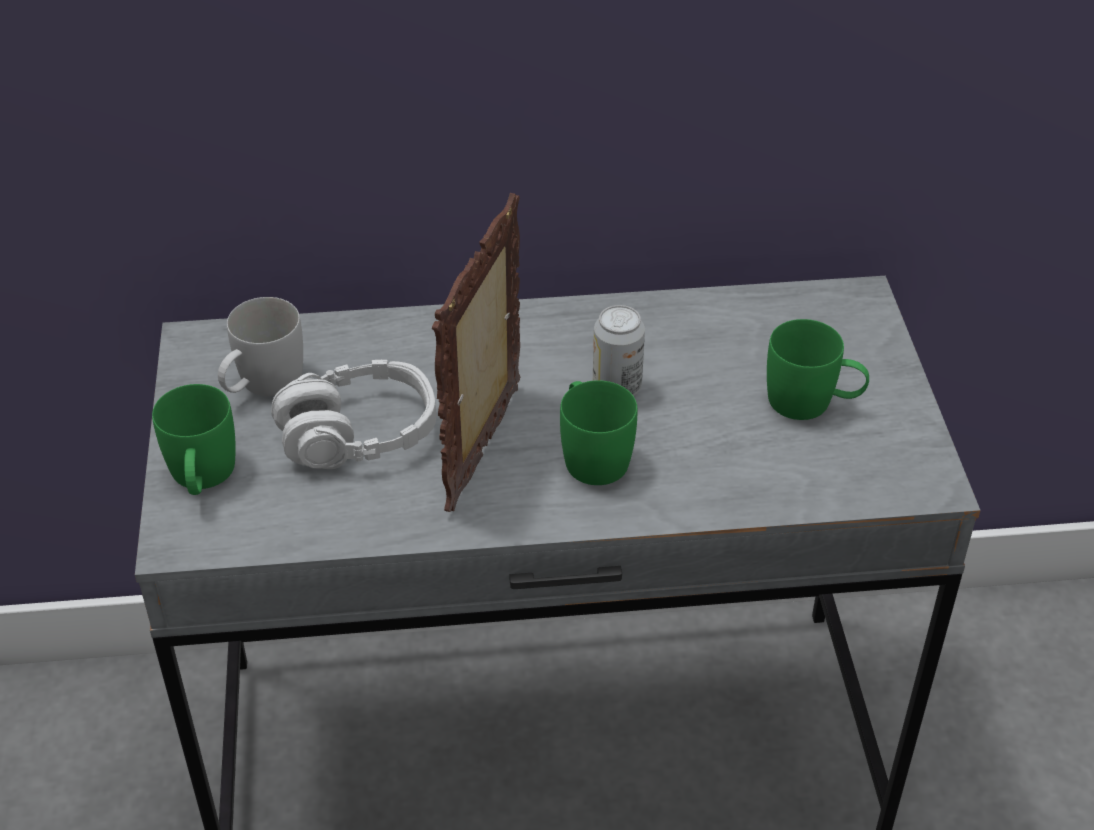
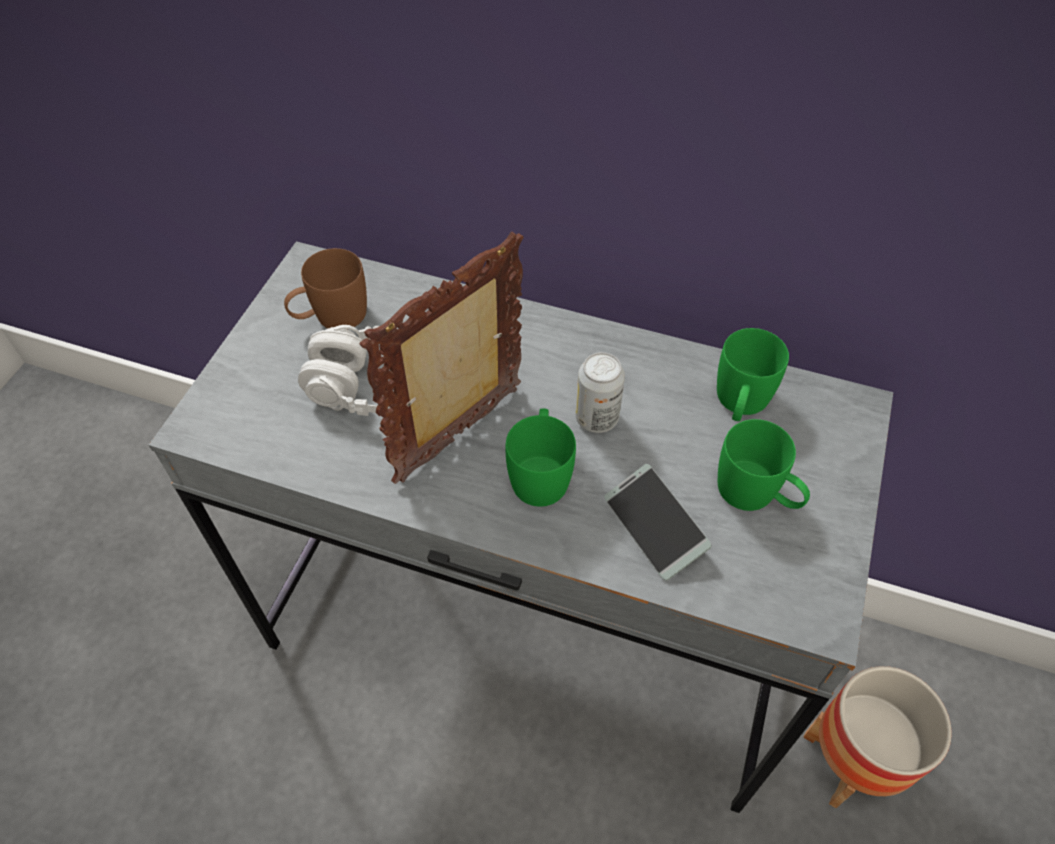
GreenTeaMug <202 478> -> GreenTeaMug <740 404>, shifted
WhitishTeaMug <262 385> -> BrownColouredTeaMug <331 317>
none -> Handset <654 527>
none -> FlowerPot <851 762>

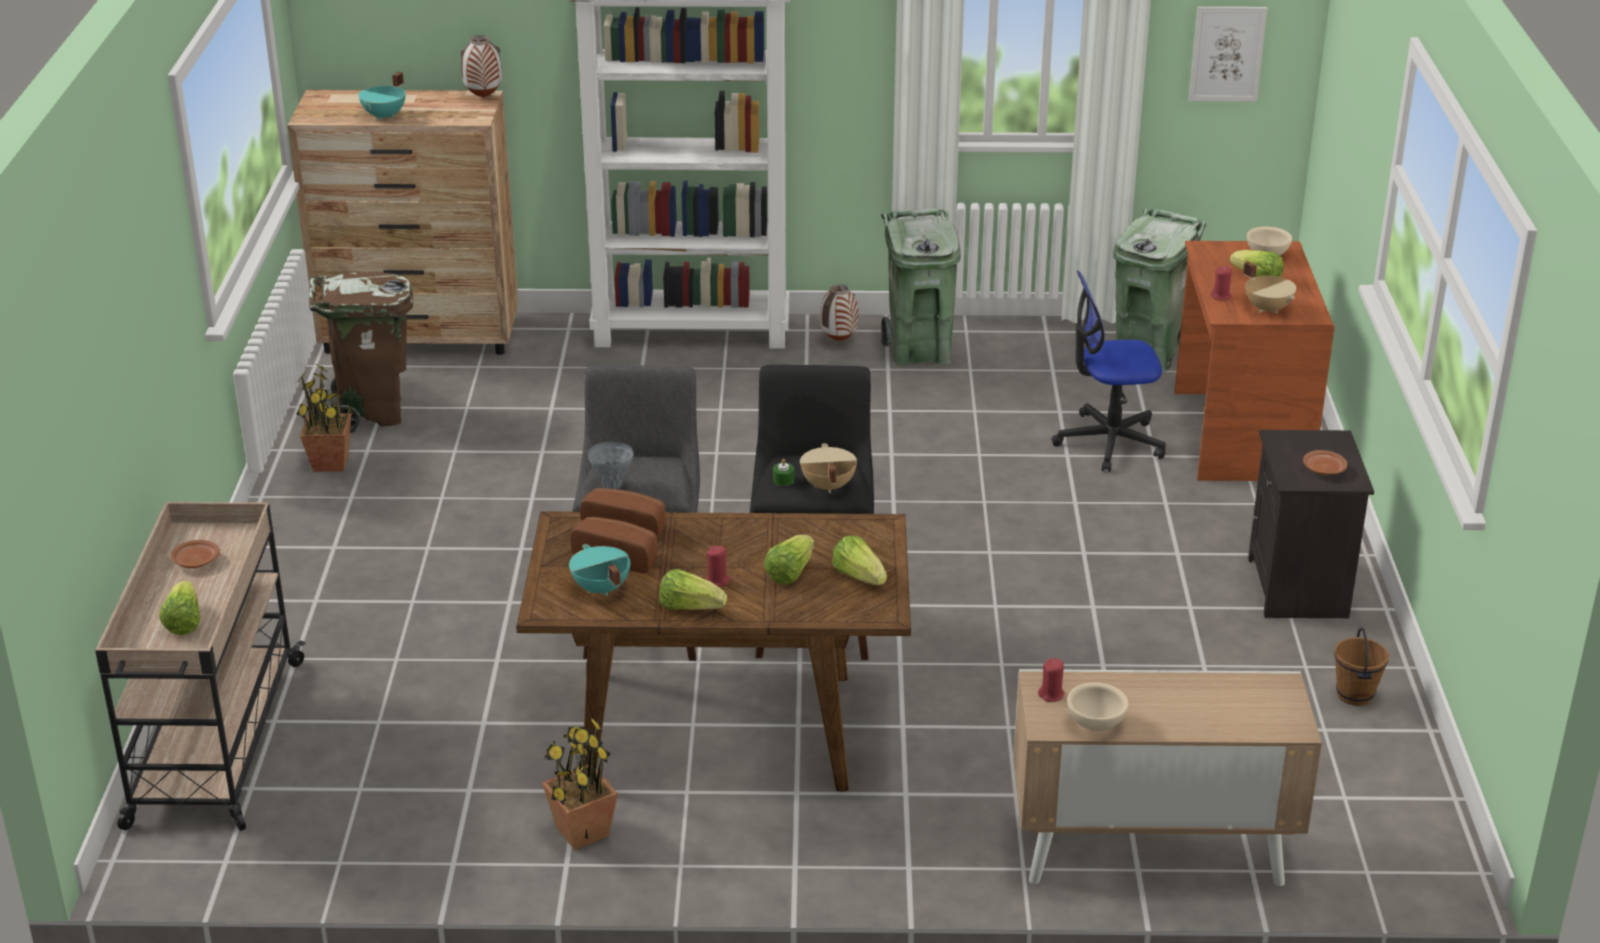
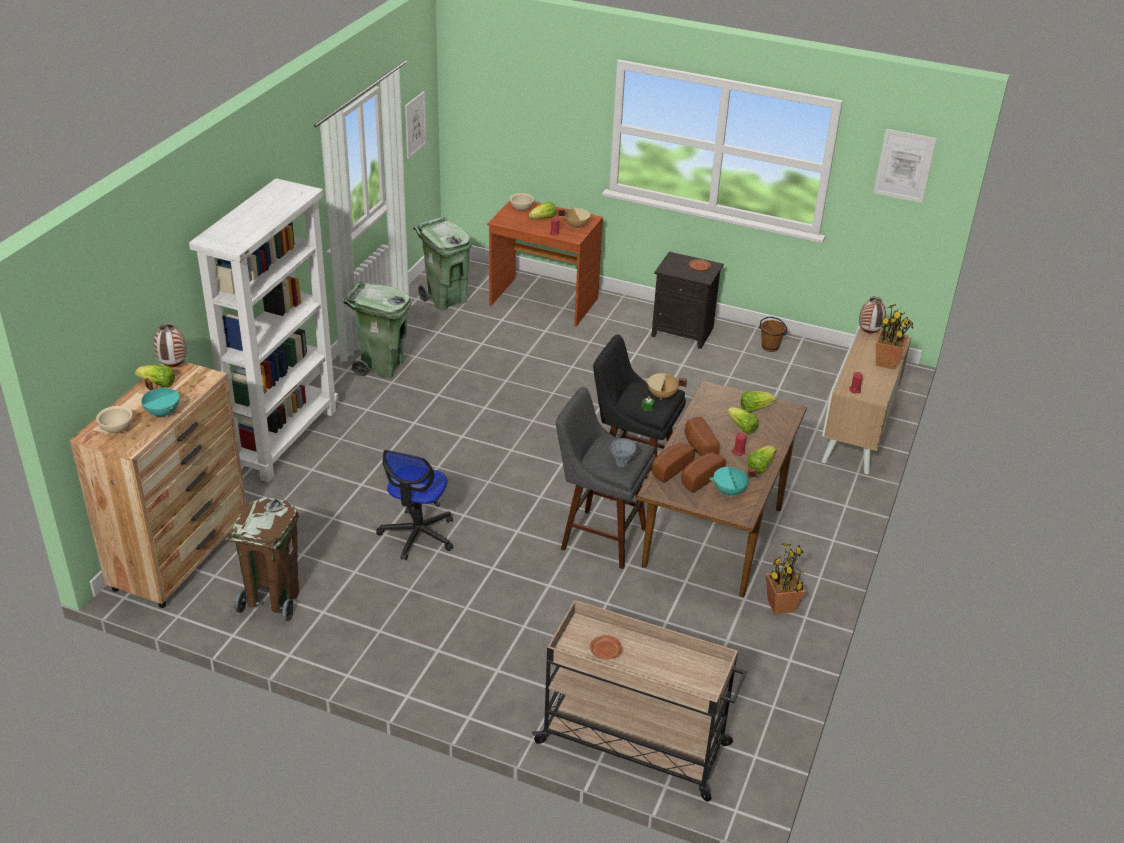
Lettuce <184 622> -> Lettuce <158 384>, shifted
PottedPlant <331 463> -> PottedPlant <886 362>, shifted
FlowerVase <838 340> -> FlowerVase <868 333>, shifted
OfficeChair <1109 442> -> OfficeChair <418 535>, shifted
BeigeDeepDish <1094 724> -> BeigeDeepDish <117 429>, shifted
none -> BakeryBread <698 446>
none -> WallPicture <904 165>

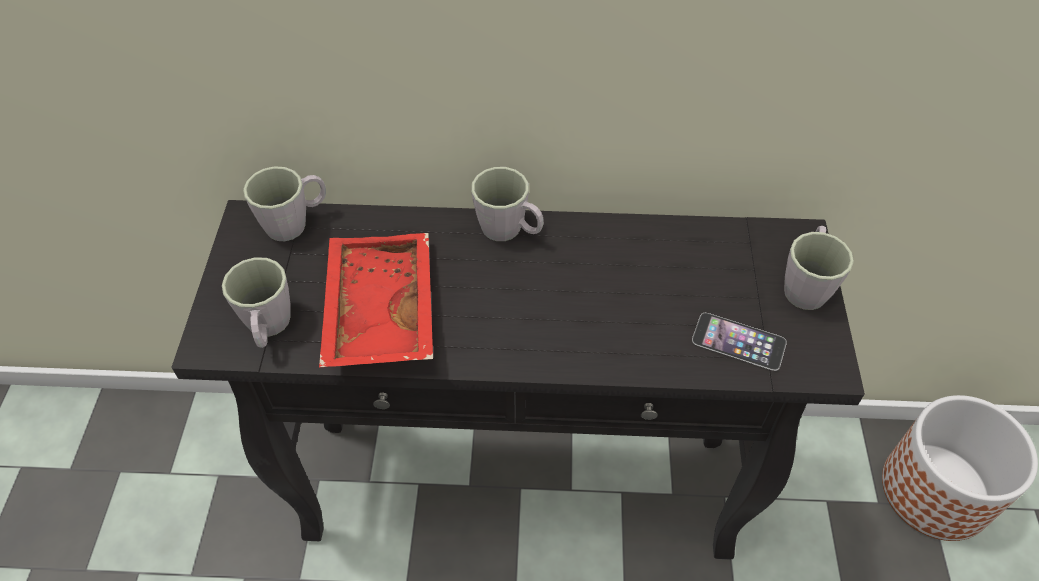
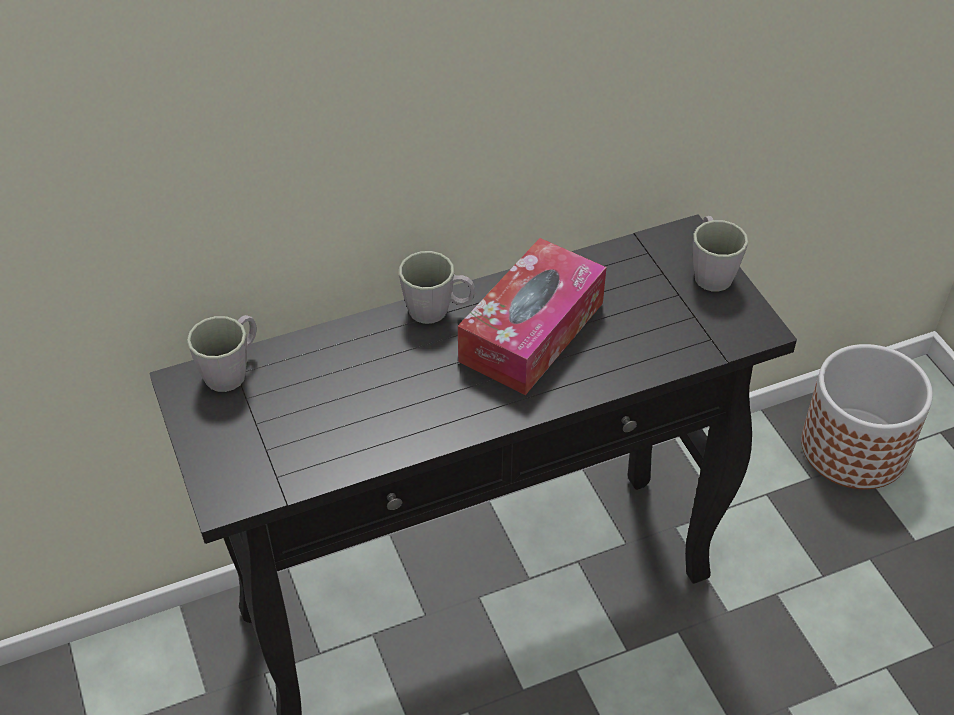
GreyTeaMug <268 328> -> none
ReddishTray <377 311> -> none
Handset <738 341> -> none
none -> TissueHolder <532 332>

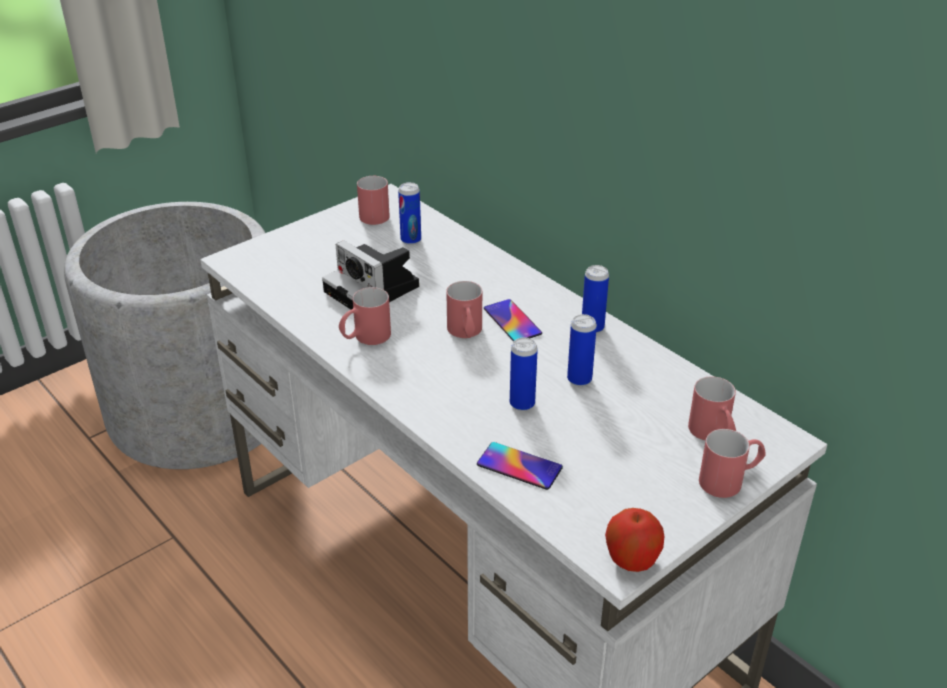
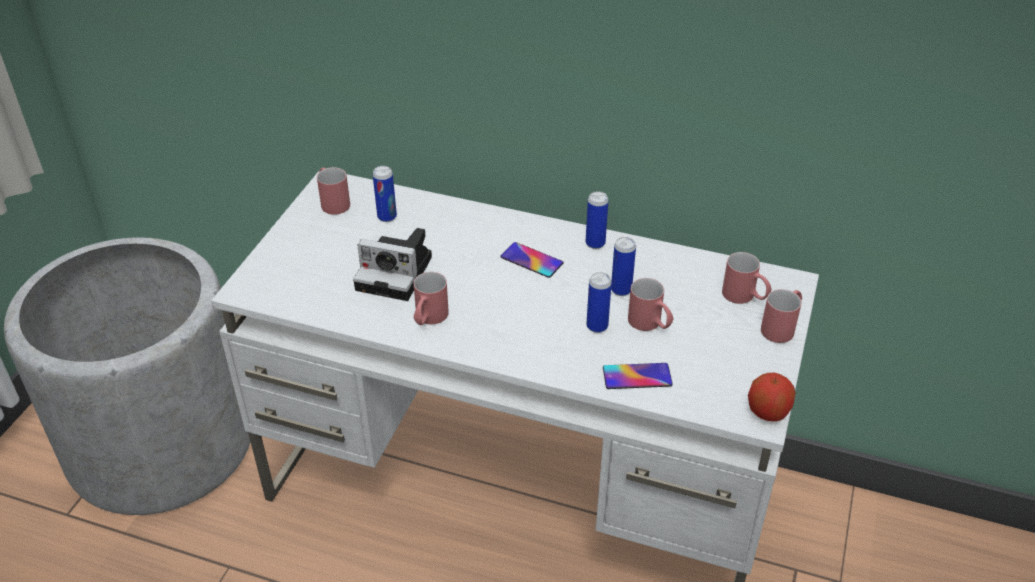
ReddishTeaMug <466 333> -> ReddishTeaMug <650 324>, shifted

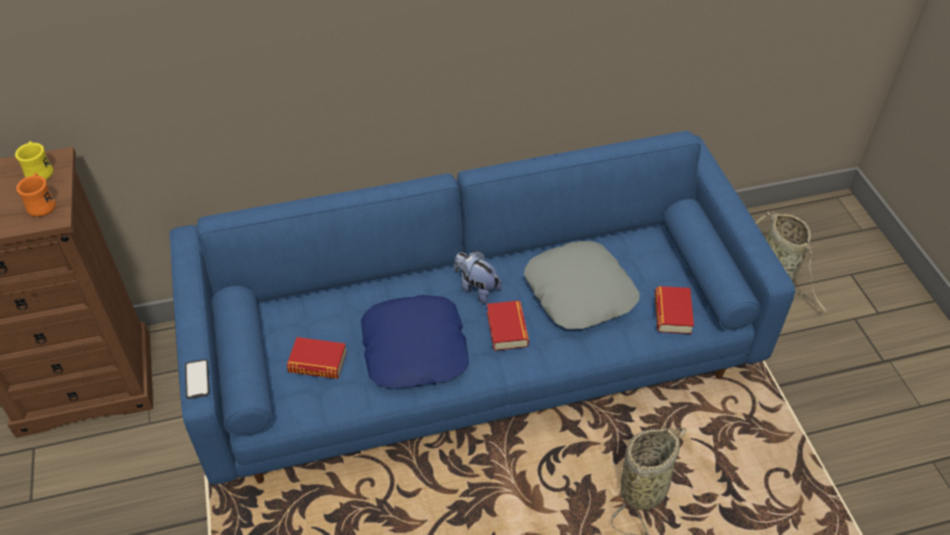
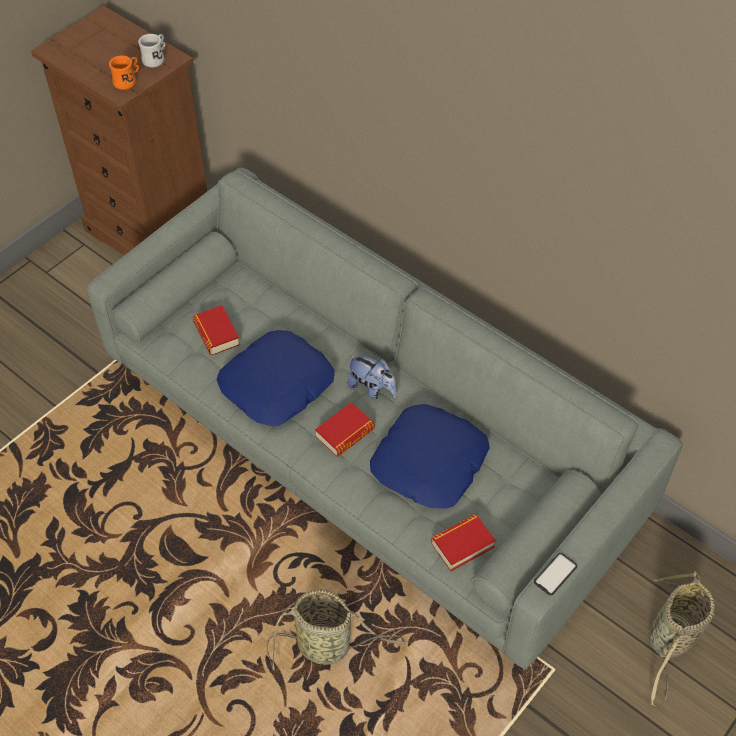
YellowTeaMug <39 171> -> WhitishTeaMug <156 59>
BlueCouch <475 353> -> GreyCouch <368 445>
Handset <197 379> -> Handset <555 574>, shifted
CuddlyToy <476 288> -> CuddlyToy <372 388>, 120 degrees clockwise
GreyThrowPillow <580 292> -> BlueThrowPillow <430 463>

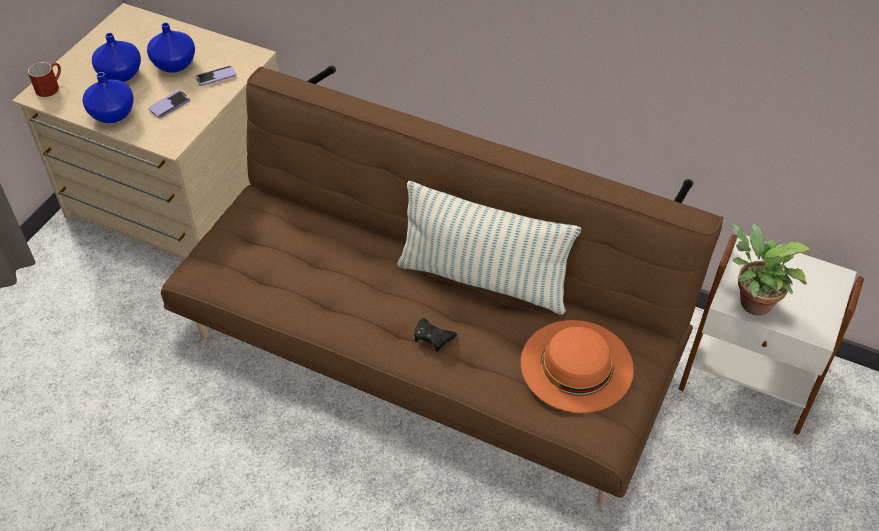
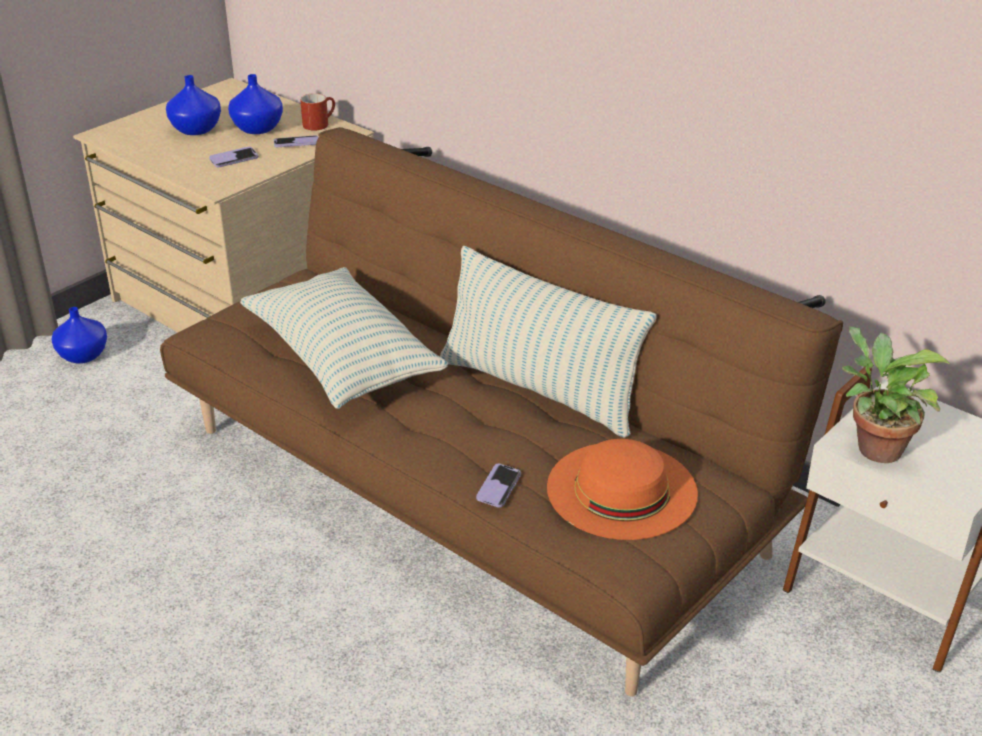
ReddishTeaMug <50 86> -> ReddishTeaMug <319 123>, shifted
BlueFlowerVase <113 113> -> BlueFlowerVase <84 355>, shifted
BlackGamepad <433 337> -> none
none -> ThrowPillow <342 359>
none -> Handset <498 487>

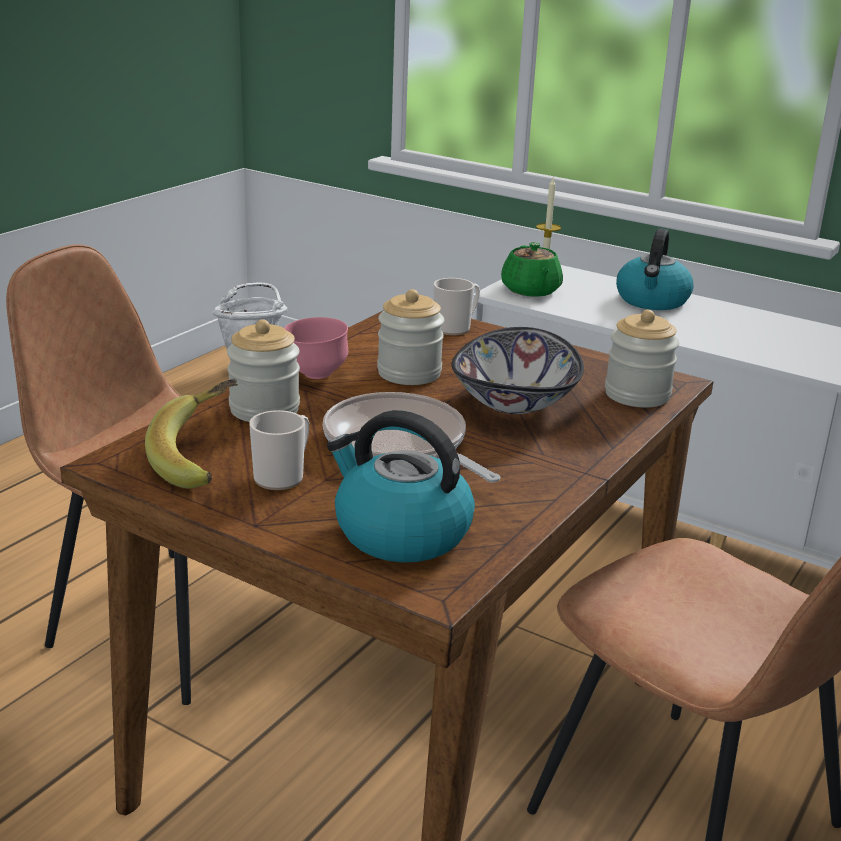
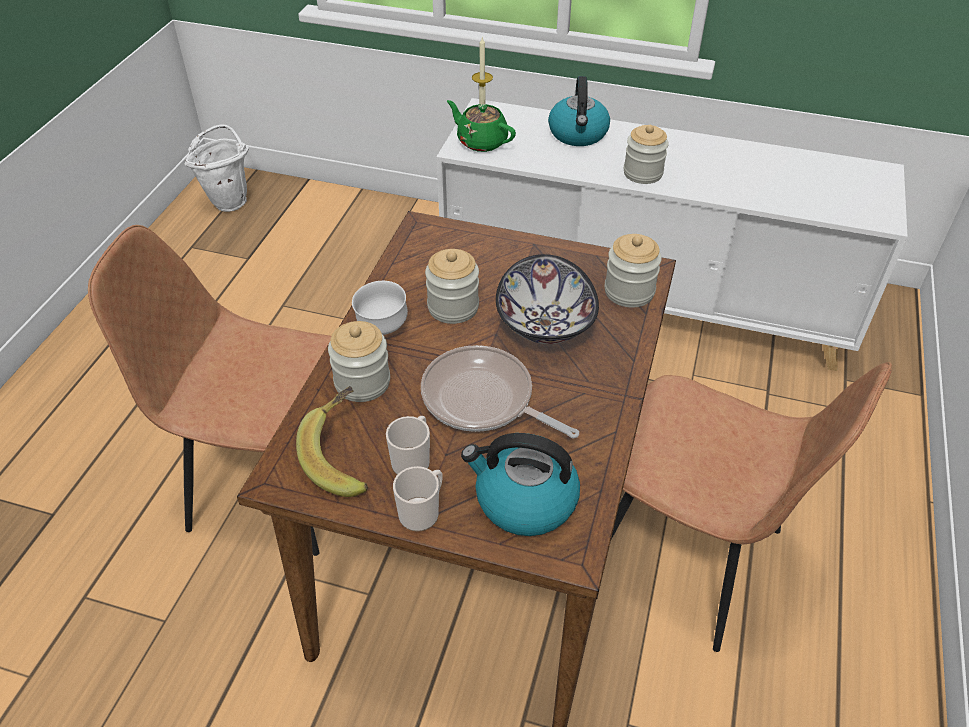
PinkDeepDish <315 375> -> WhitishDeepDish <382 328>
TeaMug <455 328> -> TeaMug <422 512>, shifted
GreenPotForTea <531 290> -> GreenPotForTea <481 141>, 150 degrees clockwise
none -> Jar <643 173>

